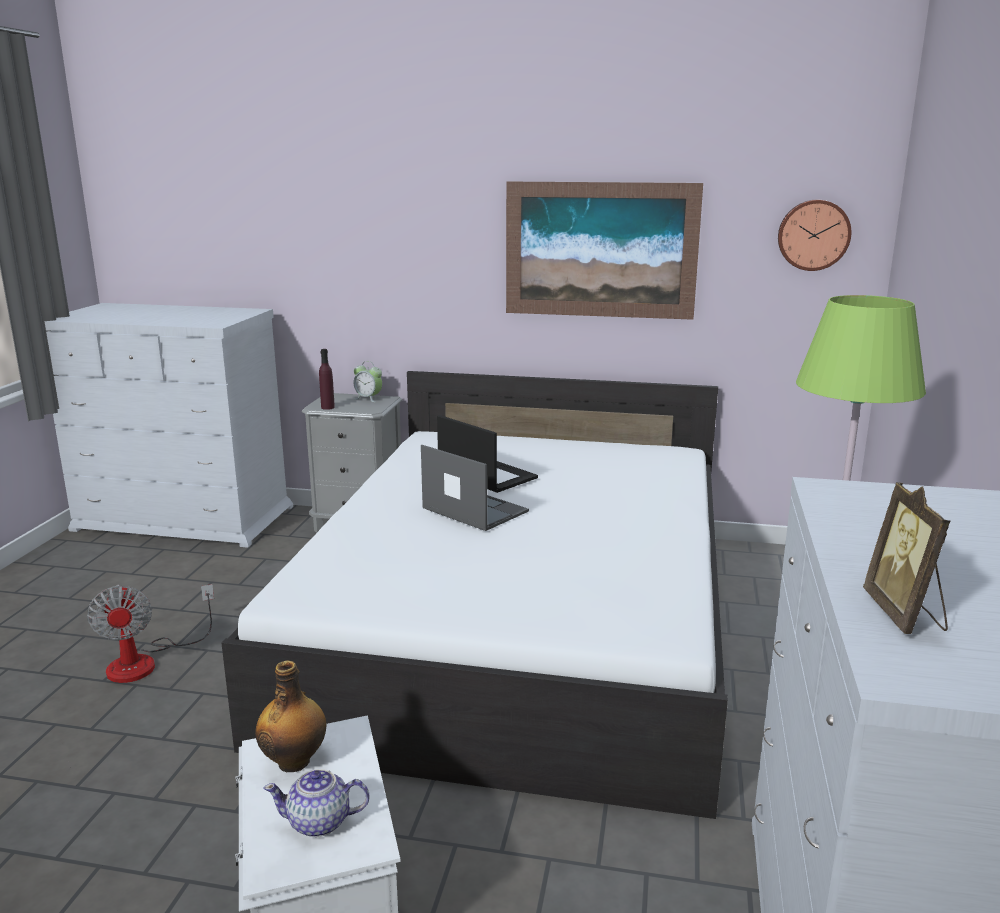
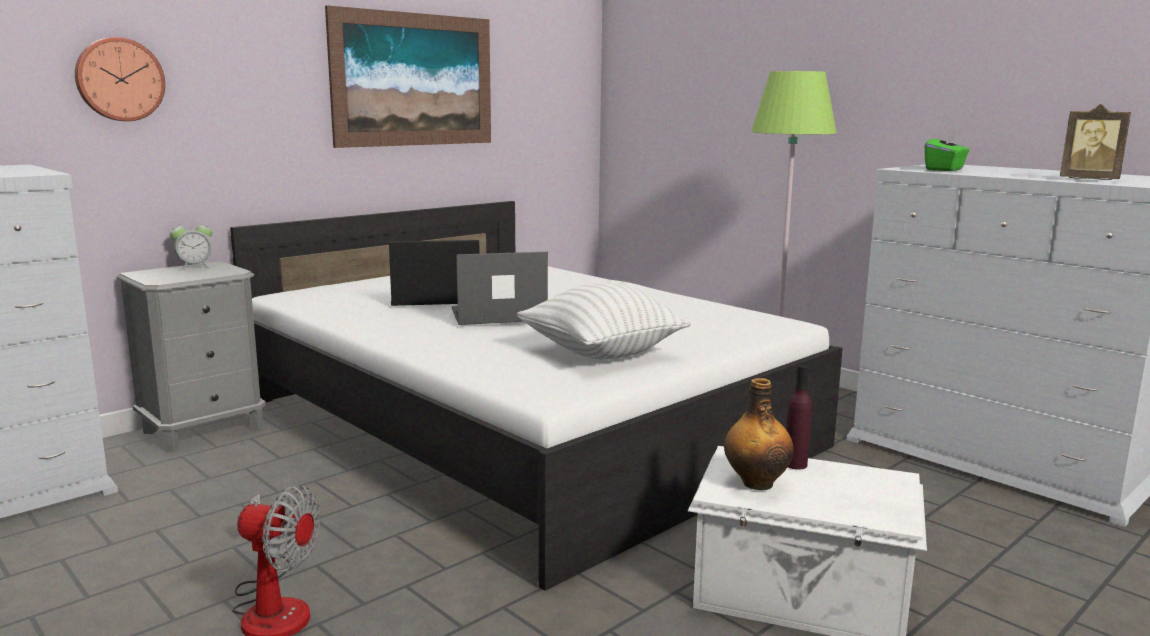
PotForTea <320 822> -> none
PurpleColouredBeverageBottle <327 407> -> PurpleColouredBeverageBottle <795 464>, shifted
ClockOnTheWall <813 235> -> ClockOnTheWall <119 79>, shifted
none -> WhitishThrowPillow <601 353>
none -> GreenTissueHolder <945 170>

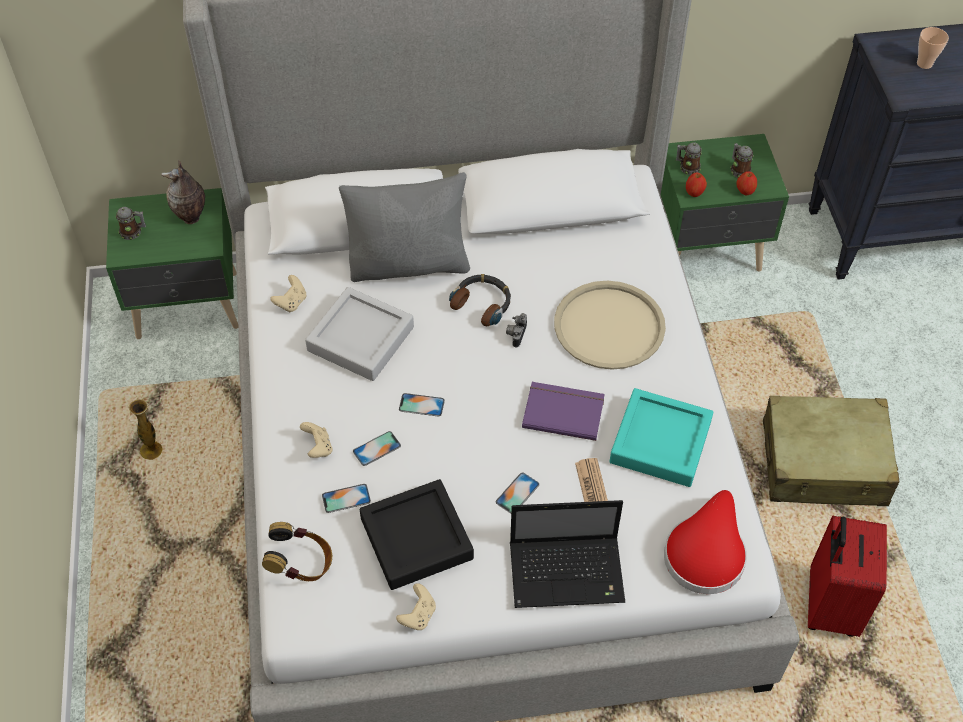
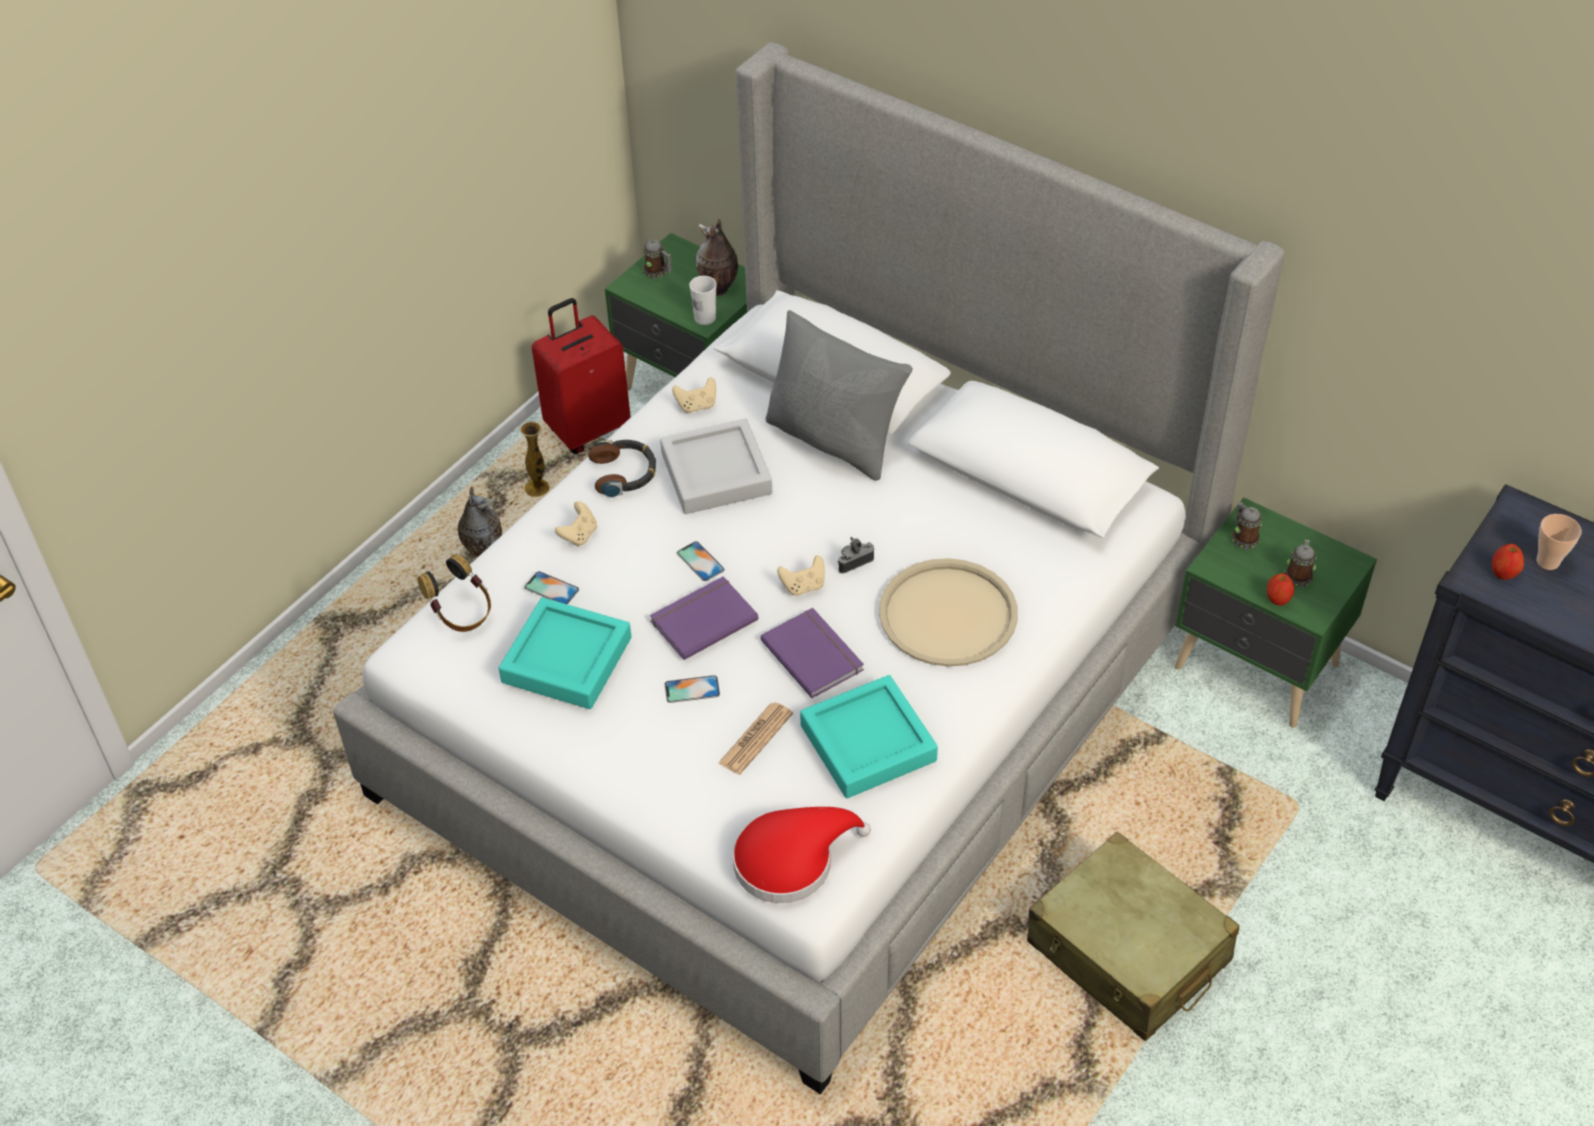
Handset <377 448> -> none
BlackTray <416 539> -> TurquoiseColouredTray <567 660>
BeigeGamepad <418 615> -> BeigeGamepad <803 586>, shifted
PairOfHeadphones <482 303> -> PairOfHeadphones <624 473>, shifted
NotebookComputer <569 572> -> none
AppleFruit <694 192> -> AppleFruit <1503 573>, shifted
ReddishPieceOfLuggage <829 605> -> ReddishPieceOfLuggage <588 429>, shifted
none -> FlowerVase <483 551>
none -> PurpleColouredBoundBook <702 619>
none -> WhitishSmallCup <705 318>

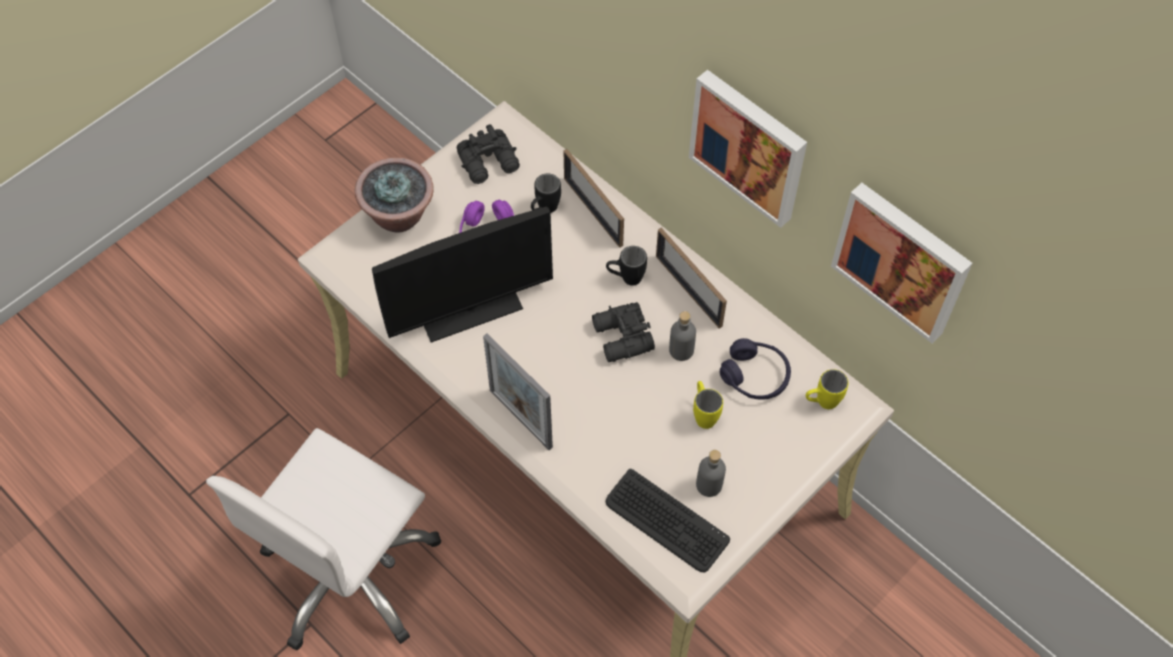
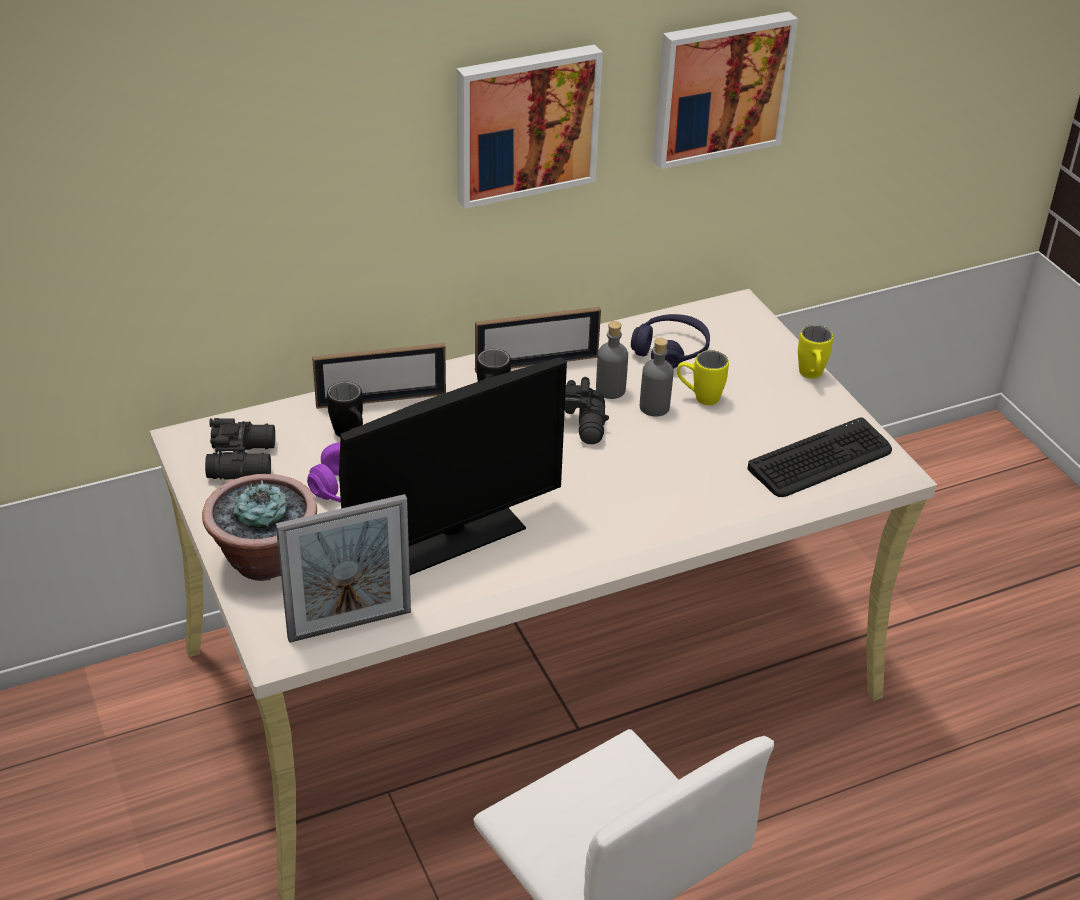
ComputerDisplay <469 308> -> ComputerDisplay <453 534>, 60 degrees clockwise
PhotoFrame <520 418> -> PhotoFrame <349 625>, shifted
GreyBeverageBottle <709 485> -> GreyBeverageBottle <654 407>, shifted
YellowTeaMug <821 402> -> YellowTeaMug <811 377>, shifted

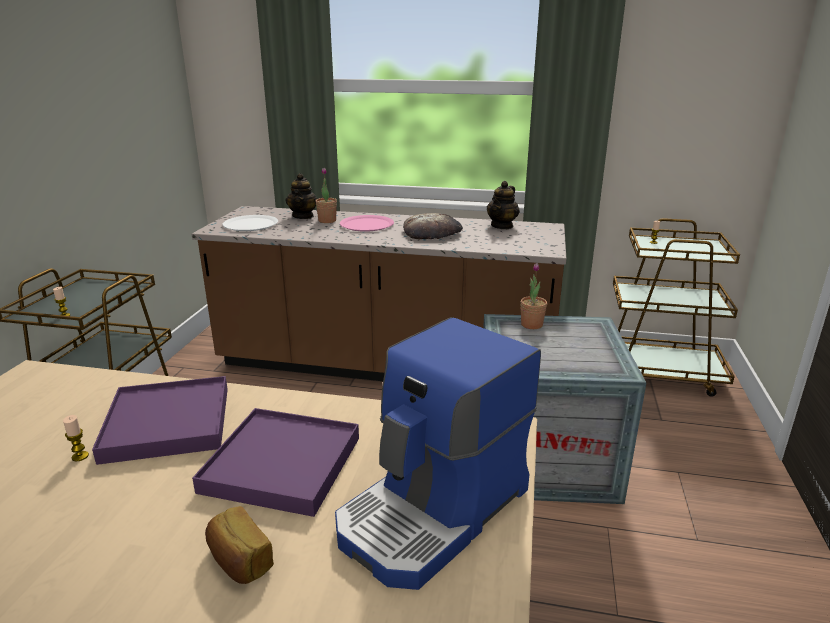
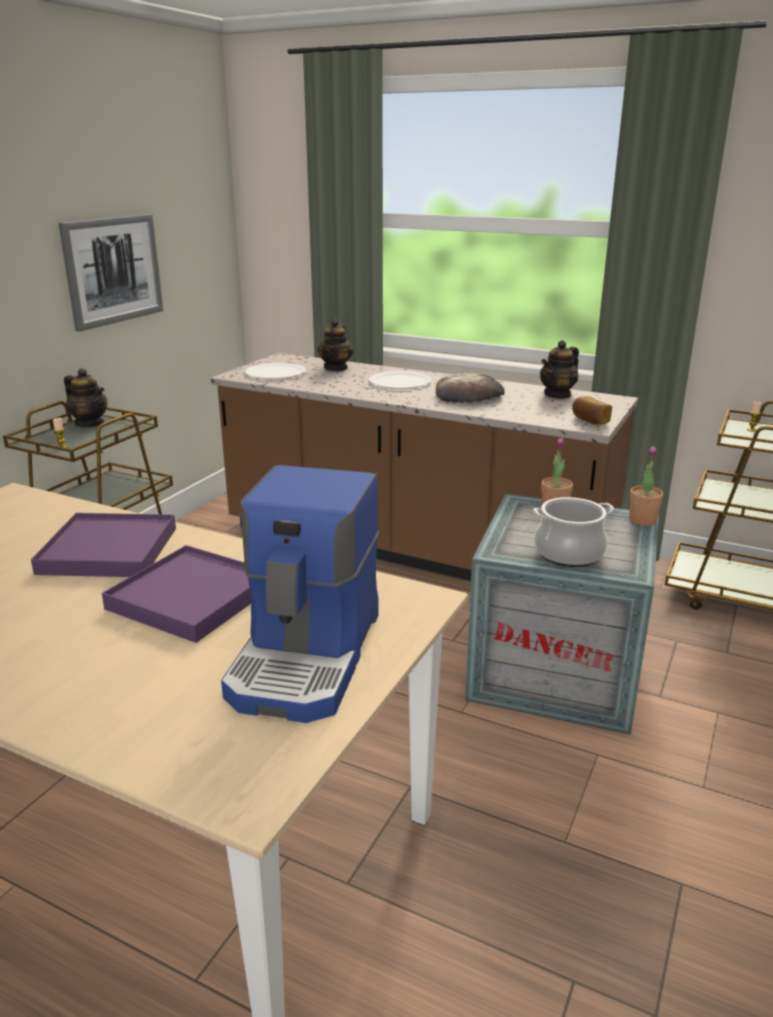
WaxCandle <80 456> -> none
BakeryBread <238 561> -> BakeryBread <589 420>, shifted
PottedPlant <327 221> -> PottedPlant <642 520>, shifted
CoffeeMachine <435 512> -> CoffeeMachine <308 657>, 45 degrees counterclockwise
PinkPlate <366 224> -> WhitishPlate <400 382>
none -> WallPicture <113 270>
none -> PotForTea <90 423>
none -> Stockpot <569 554>

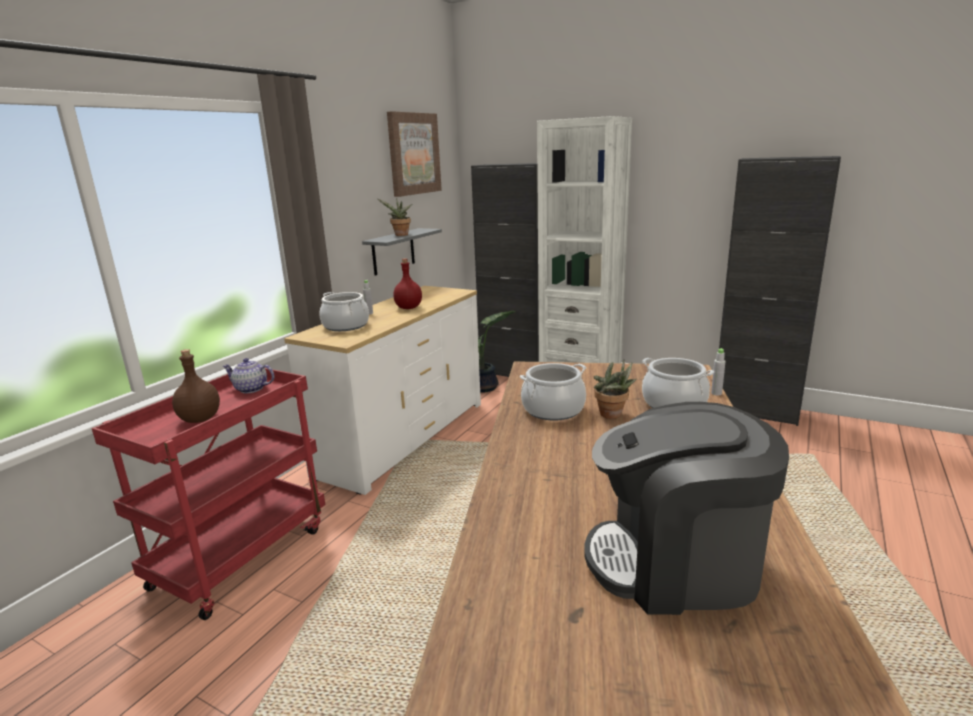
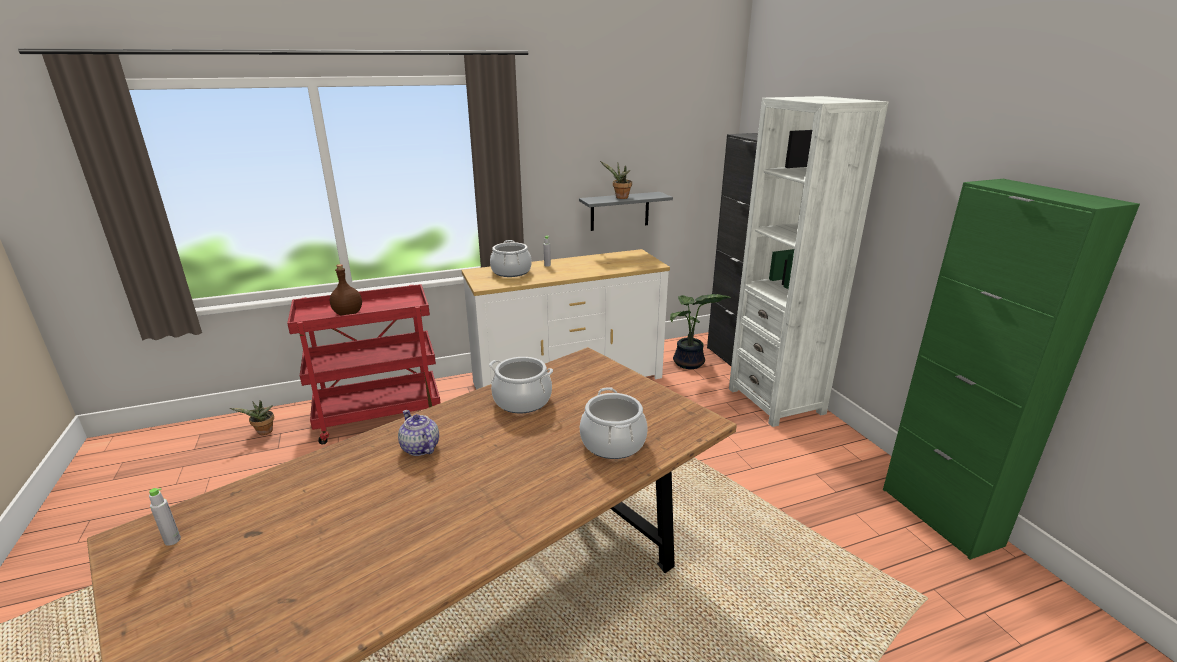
PotForTea <250 389> -> PotForTea <419 448>, shifted
WallPicture <413 154> -> none
ReddishBeverageBottle <408 308> -> none
CoffeeMachine <676 563> -> none
PottedPlant <613 415> -> PottedPlant <264 432>, shifted
GreyBeverageBottle <716 393> -> GreyBeverageBottle <172 540>, shifted
BlackCabinet <755 411> -> GreenCabinet <940 516>

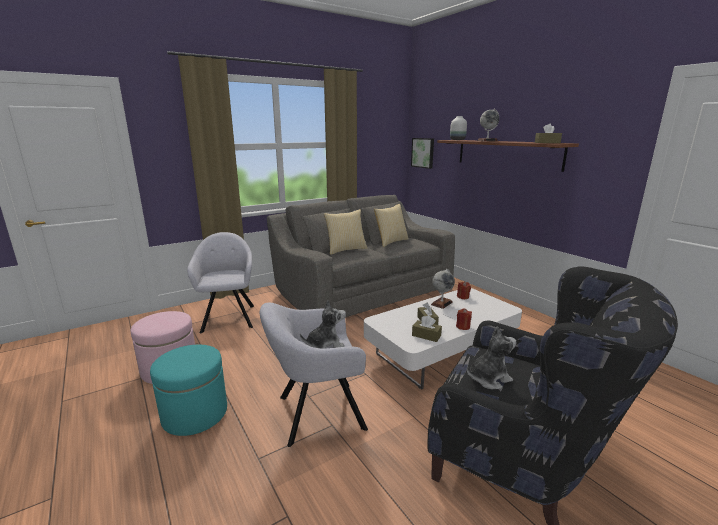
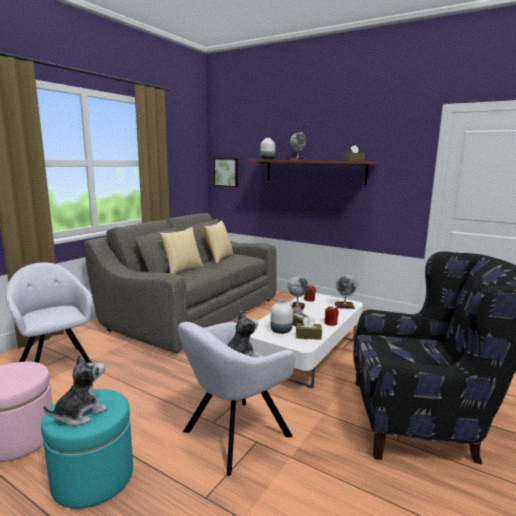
CuddlyToy <488 378> -> CuddlyToy <80 413>, shifted
none -> WhitishFlowerVase <281 331>
none -> WorldGlobe <344 306>

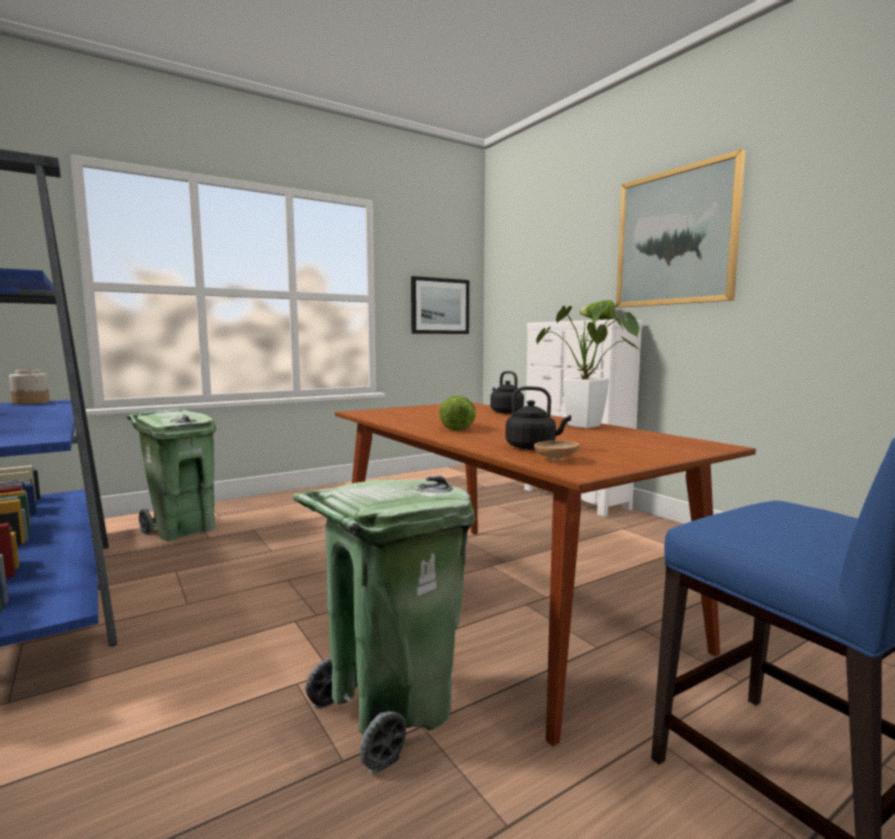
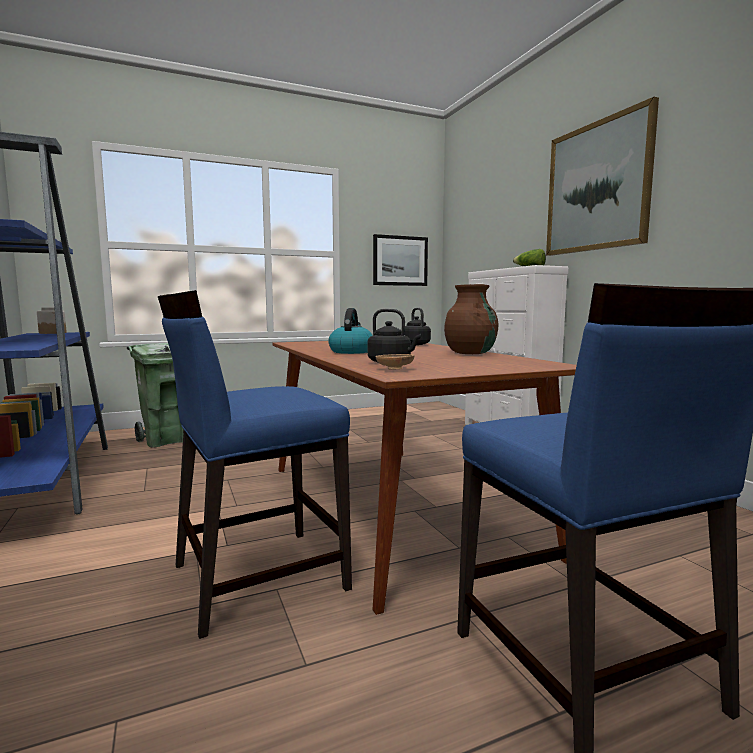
GreenWasteBin <389 711> -> BluePlainChair <257 576>
Lettuce <456 427> -> TeaKettle <351 351>
PottedPlant <590 427> -> BrownColouredFlowerVase <470 353>

